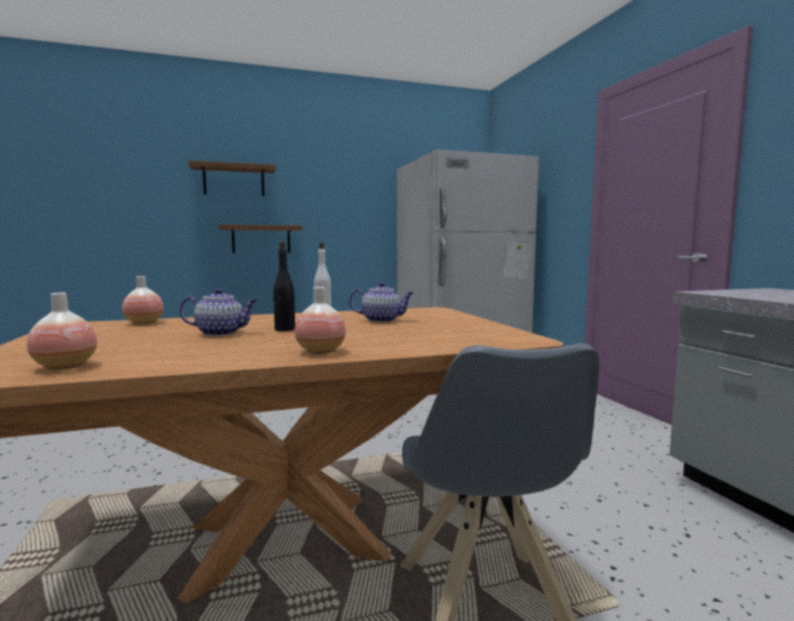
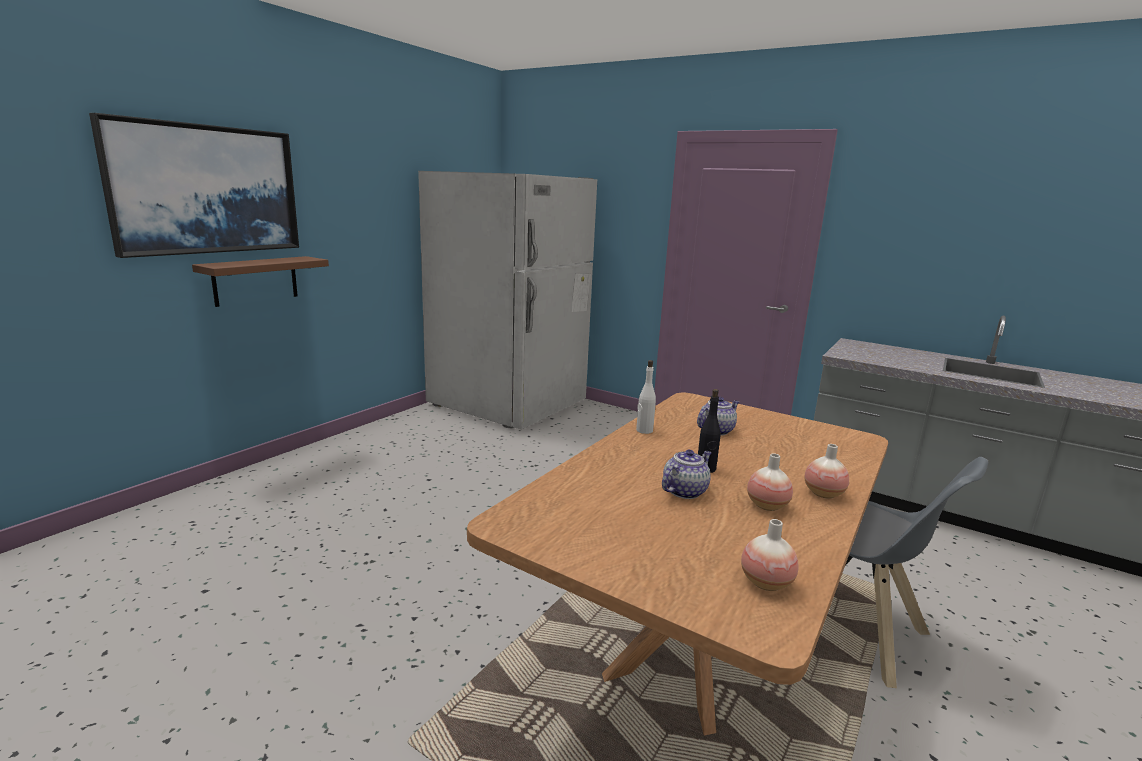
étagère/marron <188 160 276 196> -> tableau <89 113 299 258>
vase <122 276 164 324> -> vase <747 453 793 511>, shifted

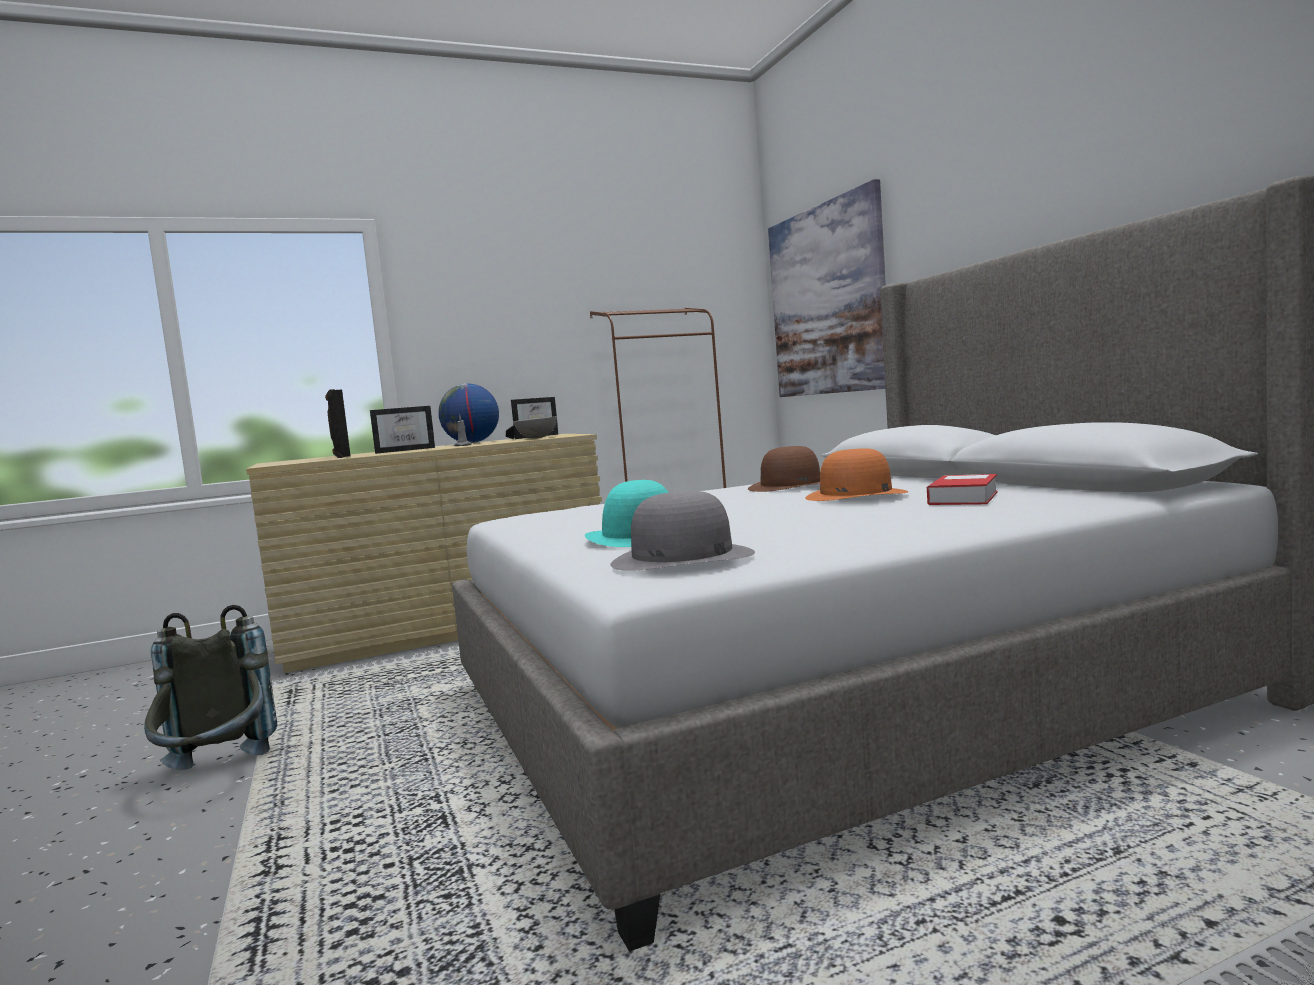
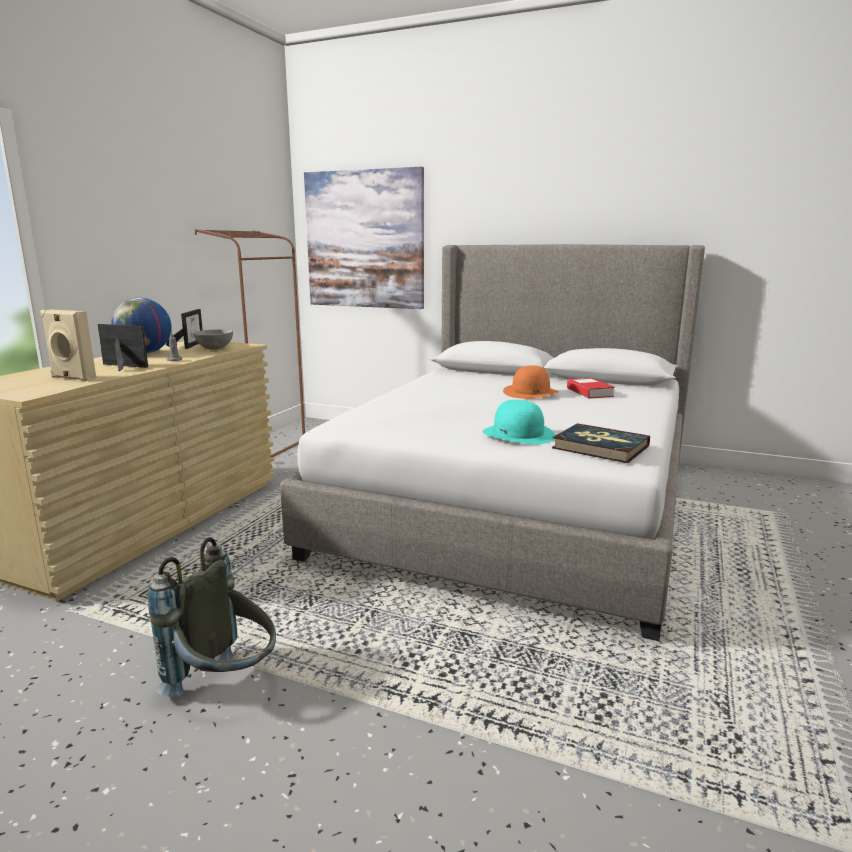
enceinte/noir <325 389 351 458> -> enceinte/beige <41 310 96 381>
cadre photo <370 406 435 454> -> cadre photo <97 324 148 371>, 90 degrees counterclockwise
chapeau/gris <610 491 755 571> -> livre <552 423 650 463>
chapeau/marron <748 446 820 492> -> none

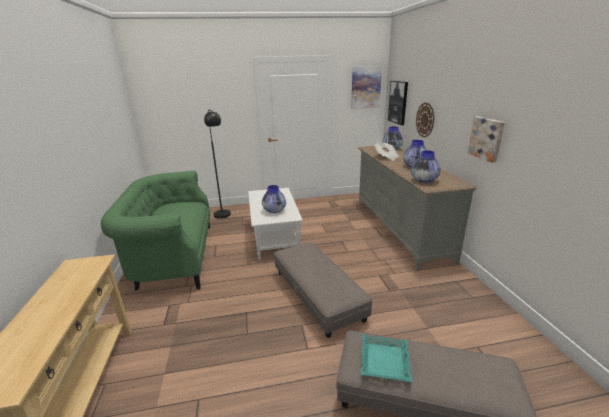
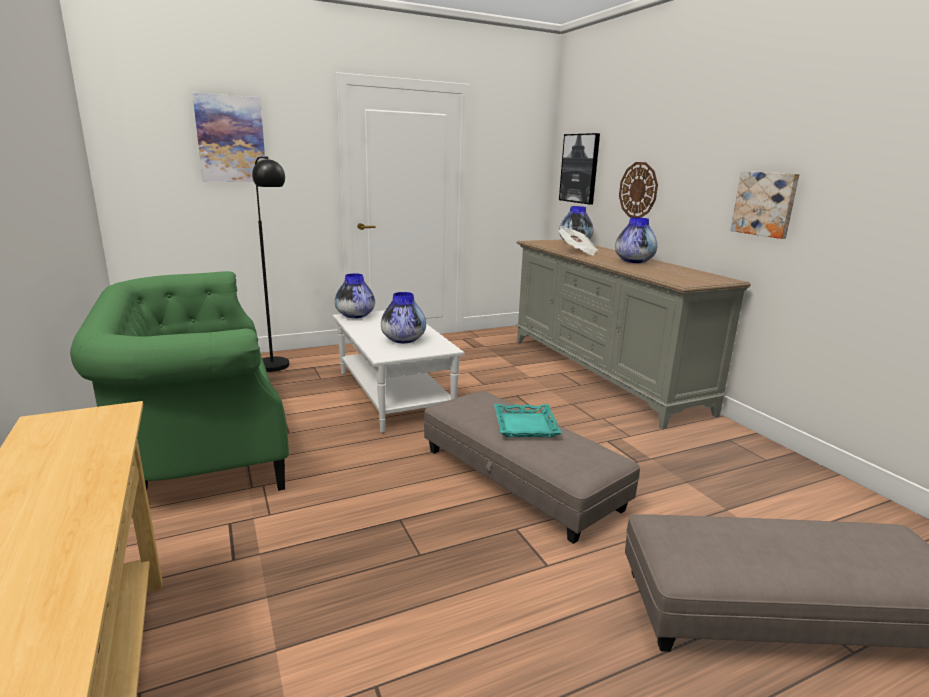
tableau <351 66 382 109> -> tableau <192 93 265 182>, shifted
vase <411 150 441 183> -> vase <335 273 375 318>, shifted
plateau/turquoise <361 335 412 382> -> plateau/turquoise <494 404 562 437>, shifted

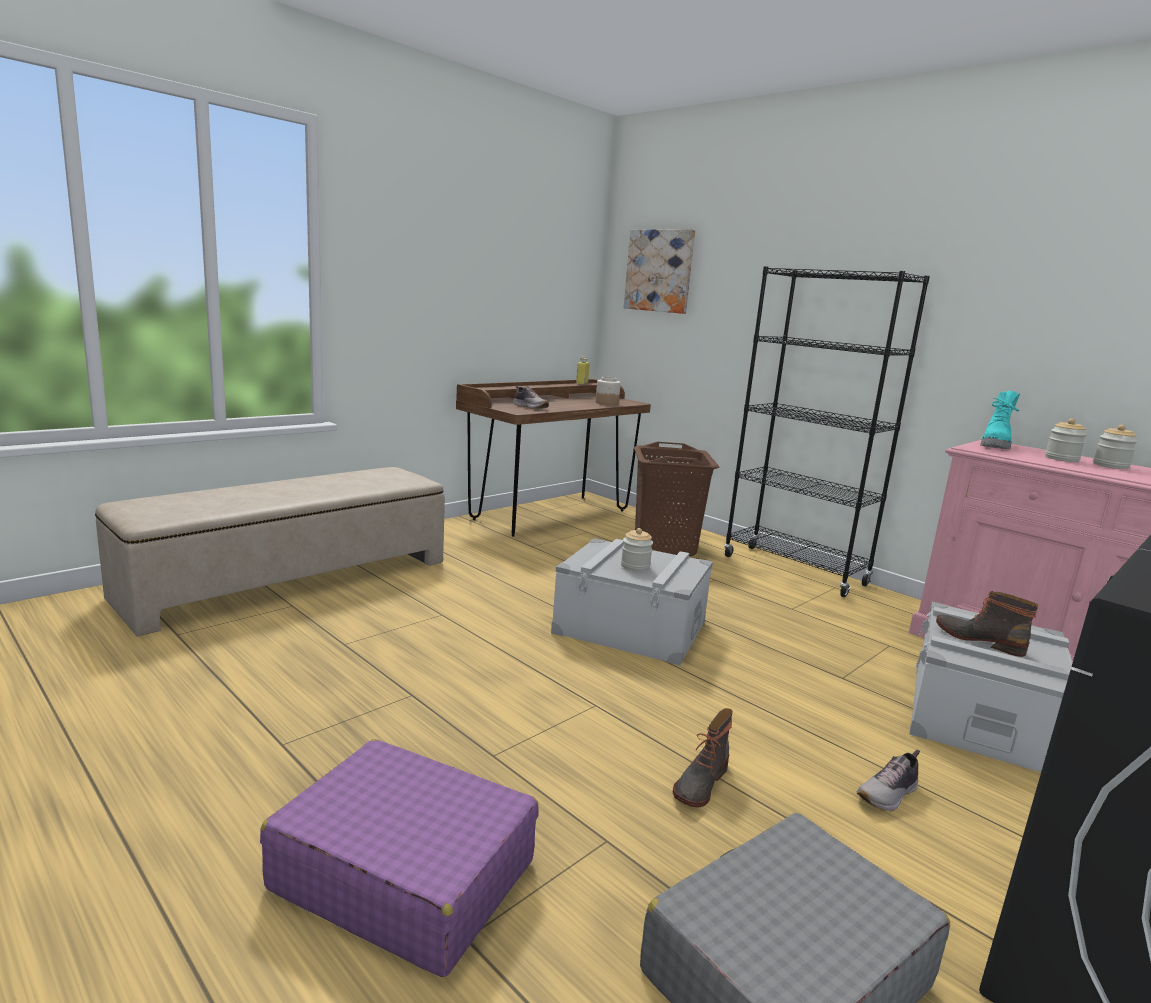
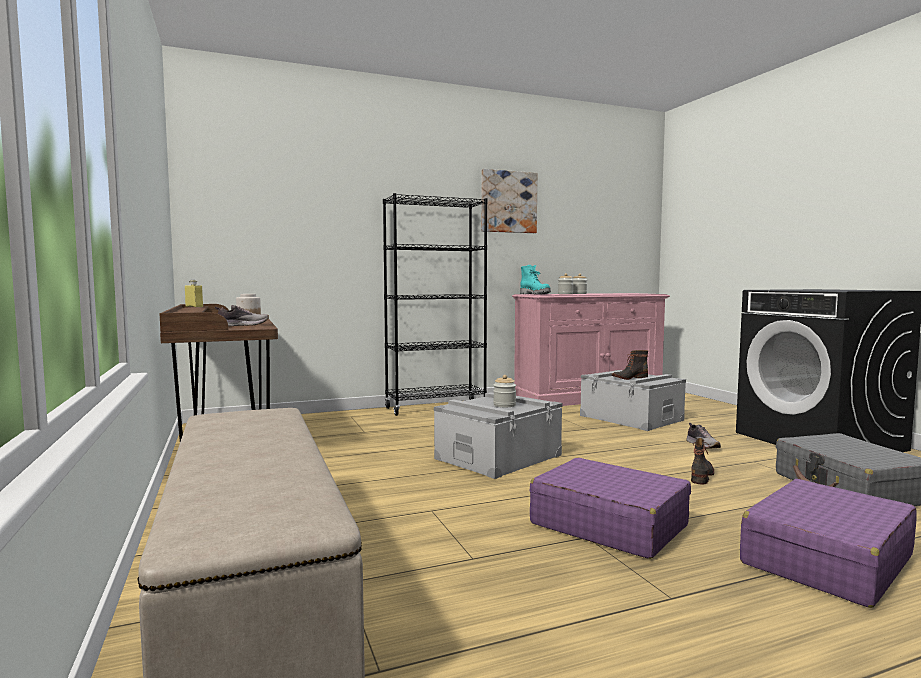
tableau <624 229 695 314> -> tableau <481 169 538 233>, shifted
none -> valise/violet <530 458 691 559>
botte <673 708 733 807> -> botte <691 438 714 485>, 120 degrees counterclockwise
panier à linge/marron <634 442 719 556> -> none

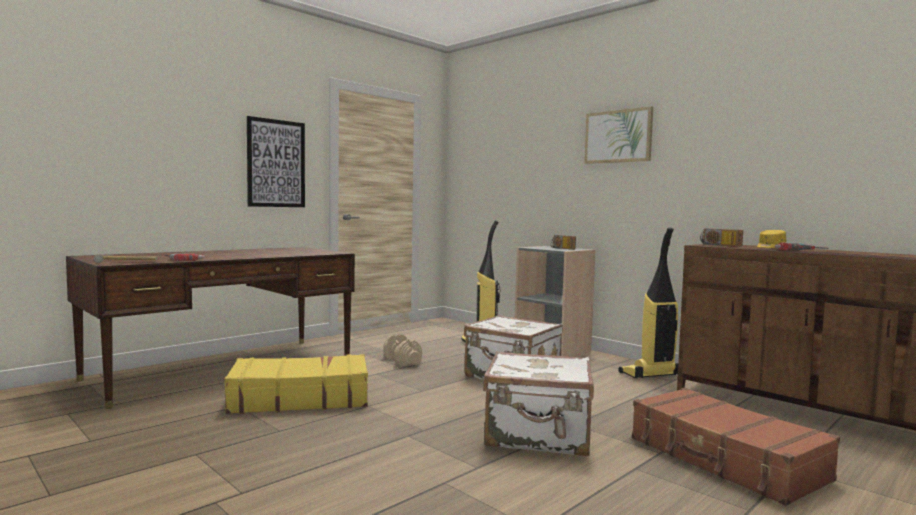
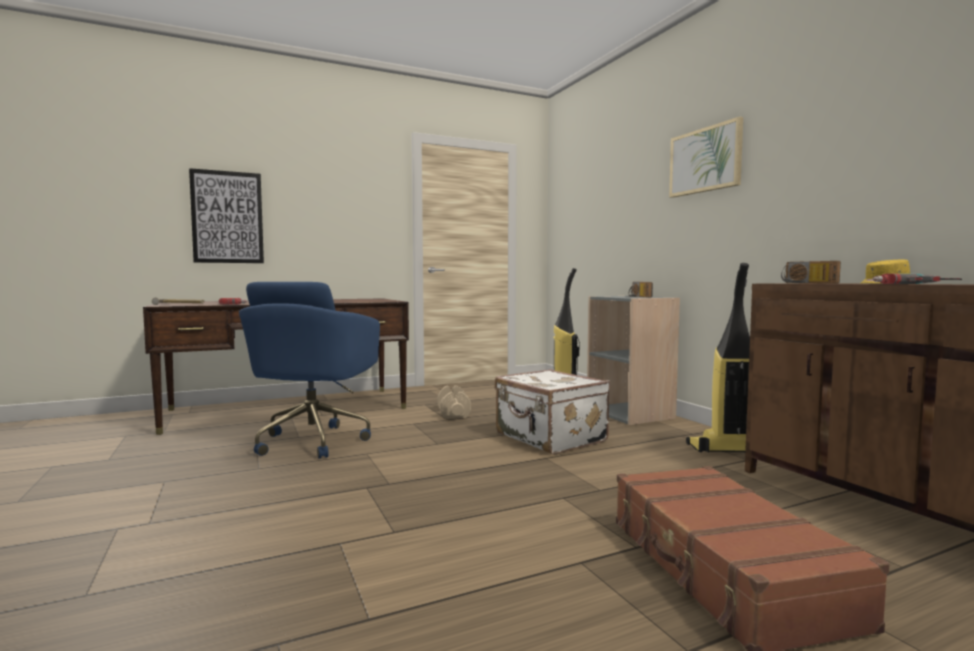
tableau <247 116 305 207> -> tableau <189 168 264 263>, shifted
valise/jaune <224 354 368 414> -> chaise de bureau/bleu <239 282 380 459>
valise/blanc <483 351 594 456> -> none

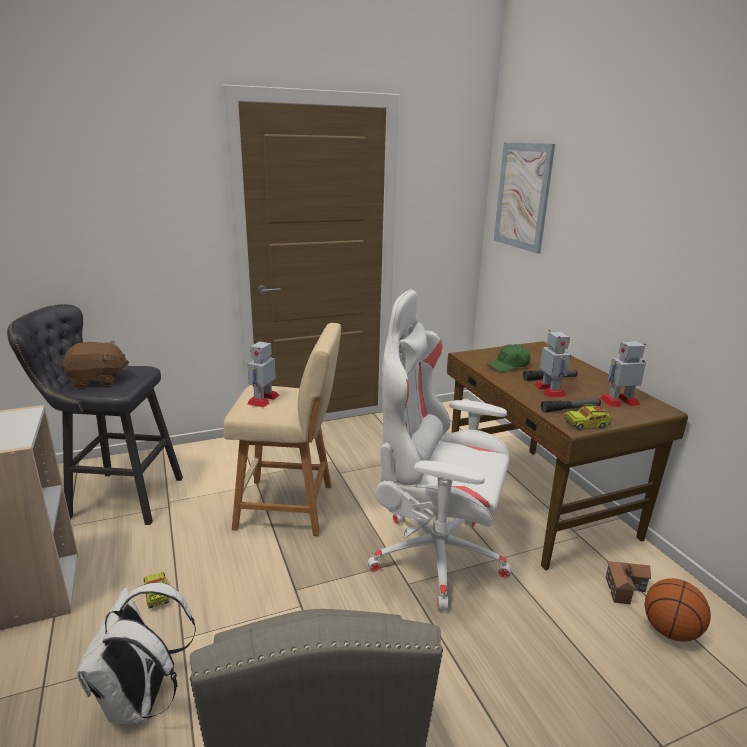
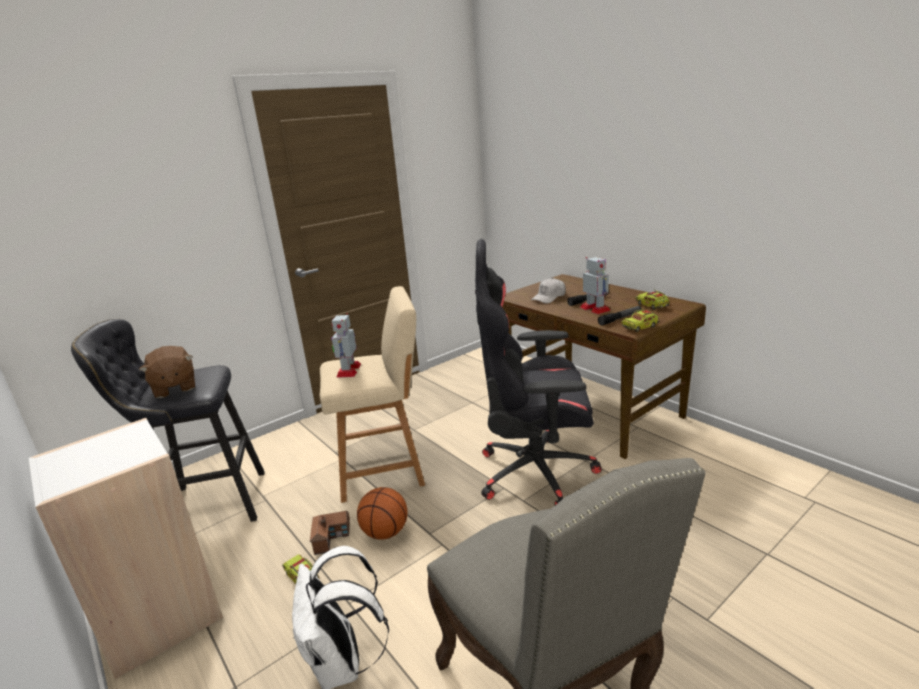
peluche/marron <63 341 129 387> -> peluche/marron <139 346 195 398>, 90 degrees clockwise
maison miniature <606 561 651 604> -> maison miniature <310 511 350 555>, shifted
ballon de basket <644 578 711 642> -> ballon de basket <357 487 408 540>, shifted
chaise de bureau/blanc <367 289 511 610> -> chaise de bureau/noir <475 238 602 505>
casquette/vert <487 344 530 372> -> casquette/blanc <531 278 566 304>
robot jouet <600 341 646 407> -> camion jouet <635 291 670 310>
tableau <494 143 555 254> -> none

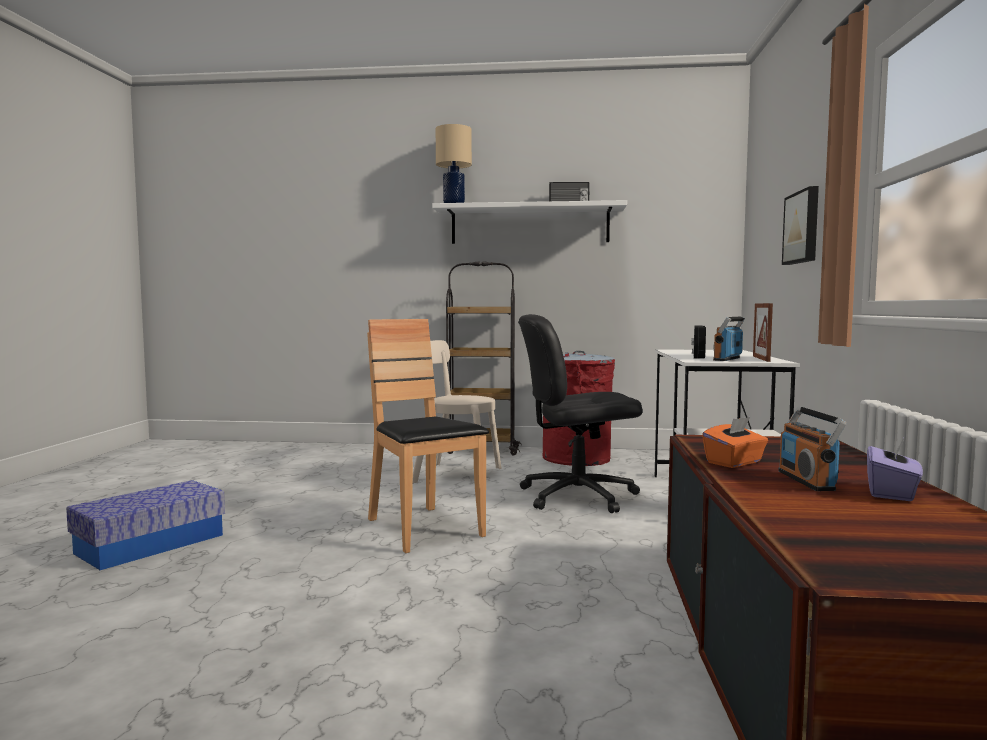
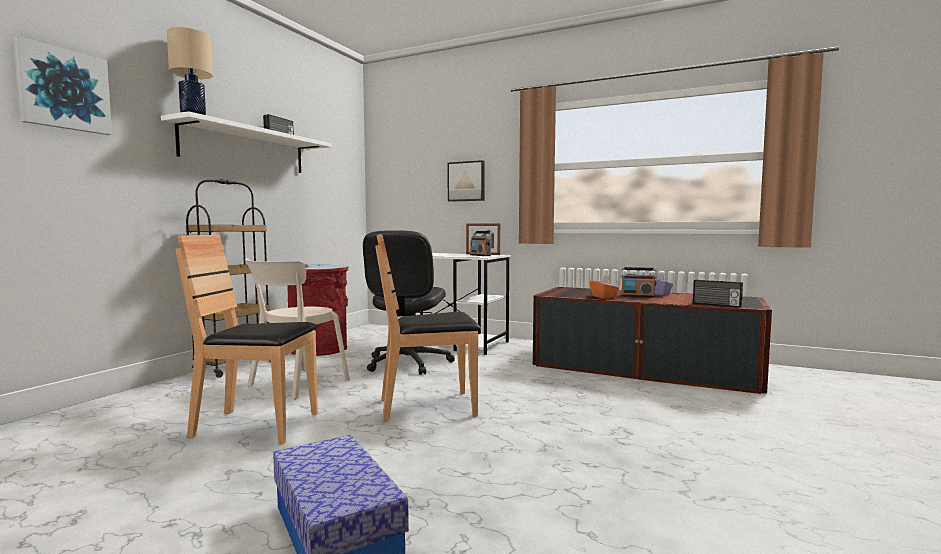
none -> tableau <13 36 112 135>
none -> chaise/marron <175 235 318 444>
radio <691 325 706 359> -> radio <693 279 743 308>, shifted

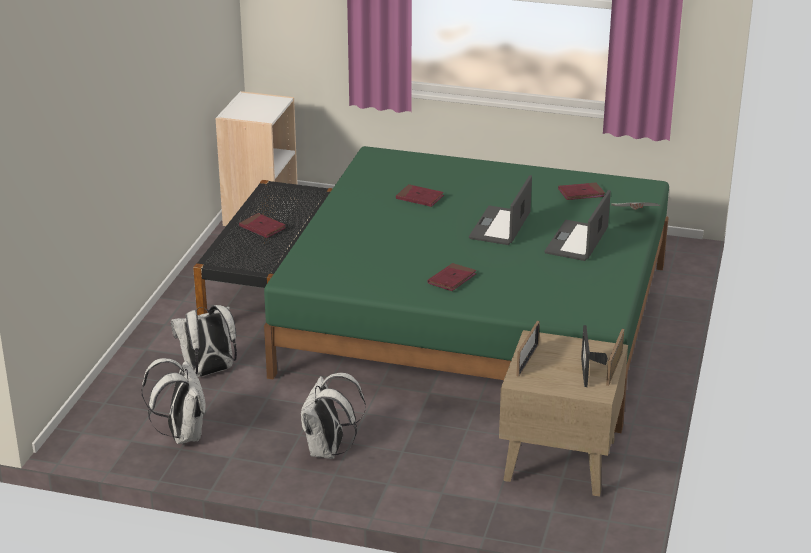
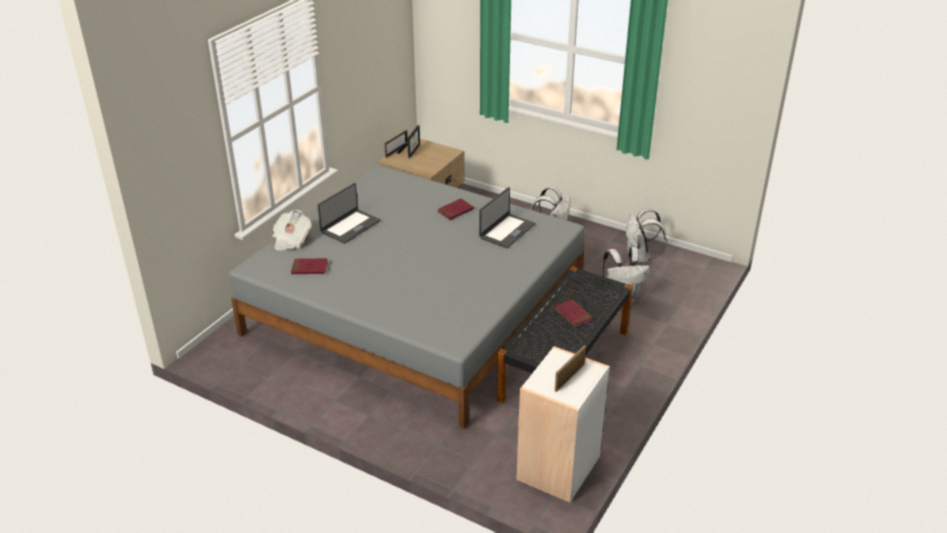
lit/vert <264 146 669 433> -> lit/gris <229 164 584 429>
ordinateur portable <469 175 532 245> -> ordinateur portable <479 187 535 248>, shifted
cadre photo <516 321 540 377> -> cadre photo <555 345 586 392>, shifted
livre/rouge <396 184 444 207> -> none

